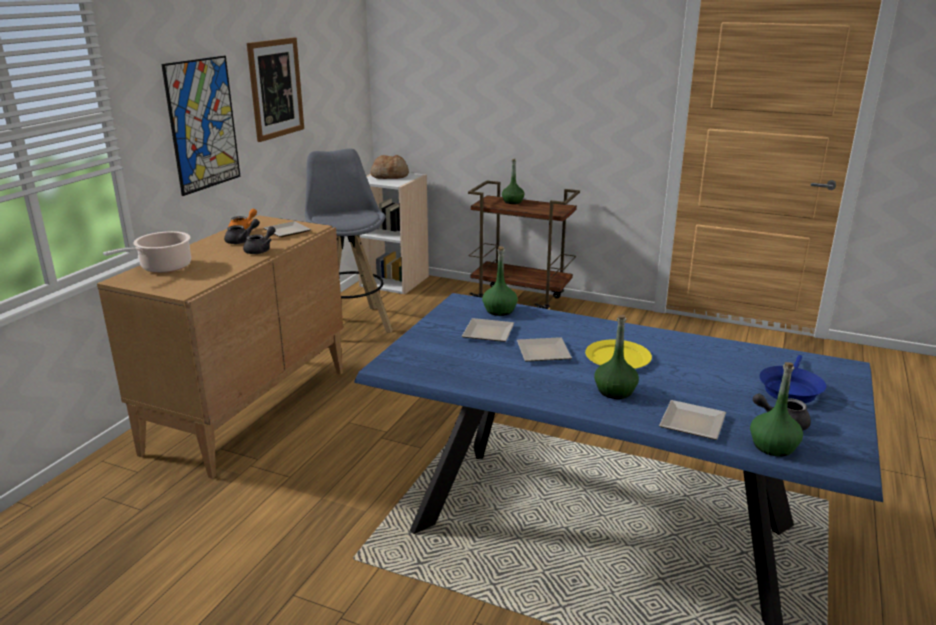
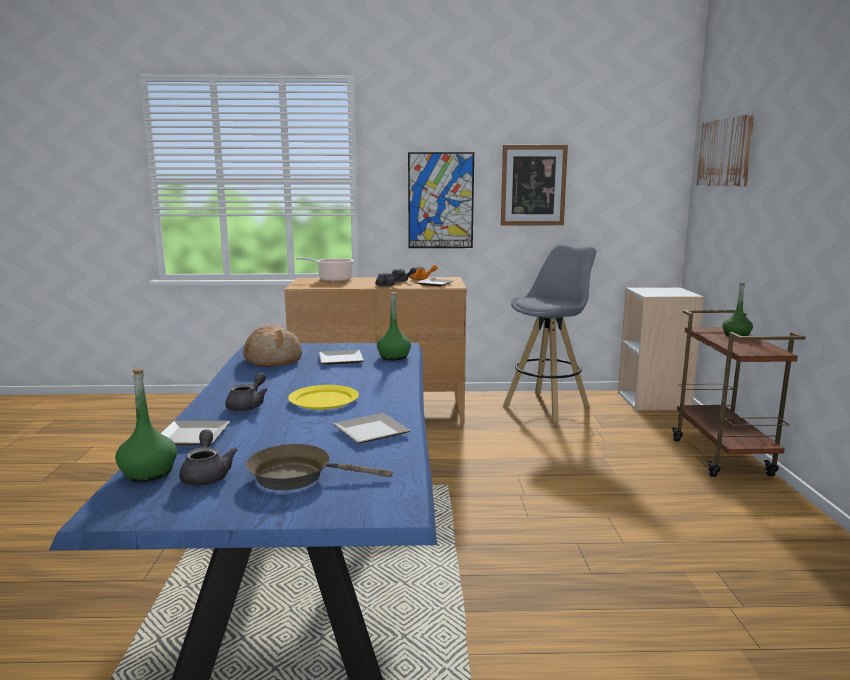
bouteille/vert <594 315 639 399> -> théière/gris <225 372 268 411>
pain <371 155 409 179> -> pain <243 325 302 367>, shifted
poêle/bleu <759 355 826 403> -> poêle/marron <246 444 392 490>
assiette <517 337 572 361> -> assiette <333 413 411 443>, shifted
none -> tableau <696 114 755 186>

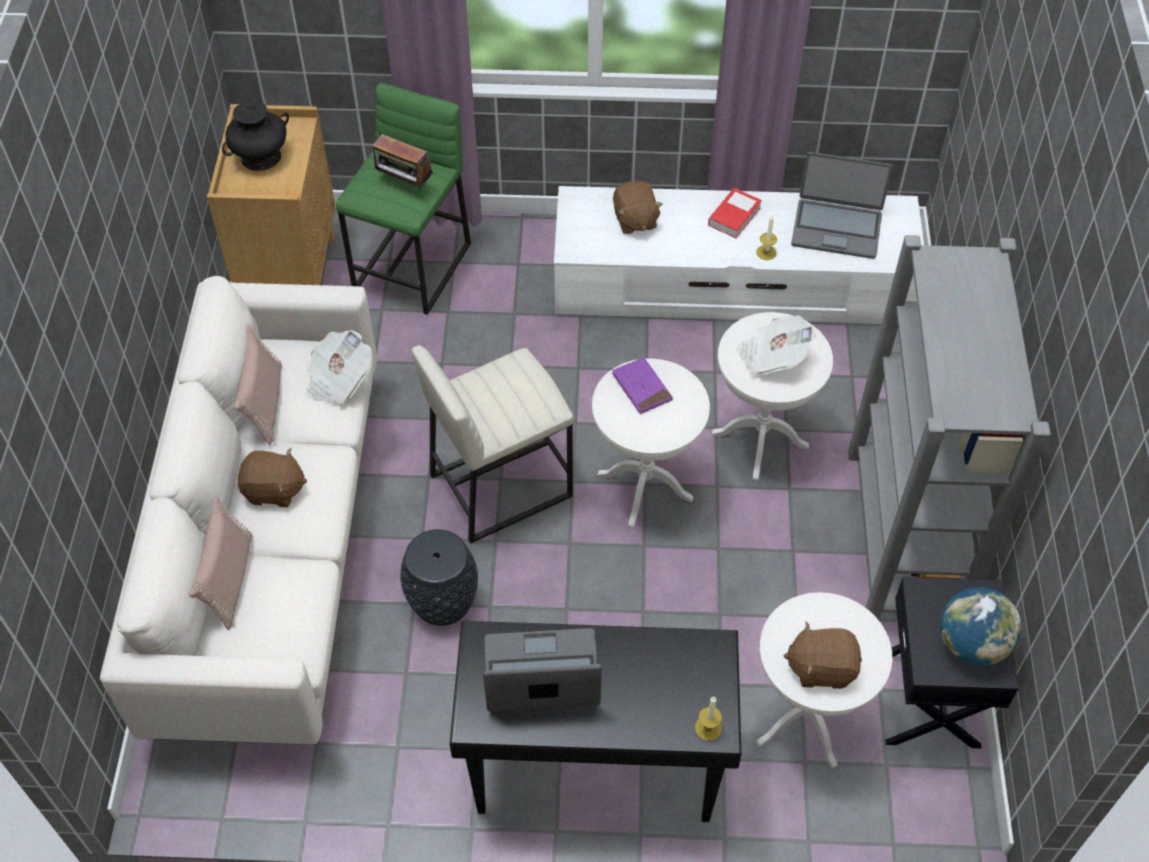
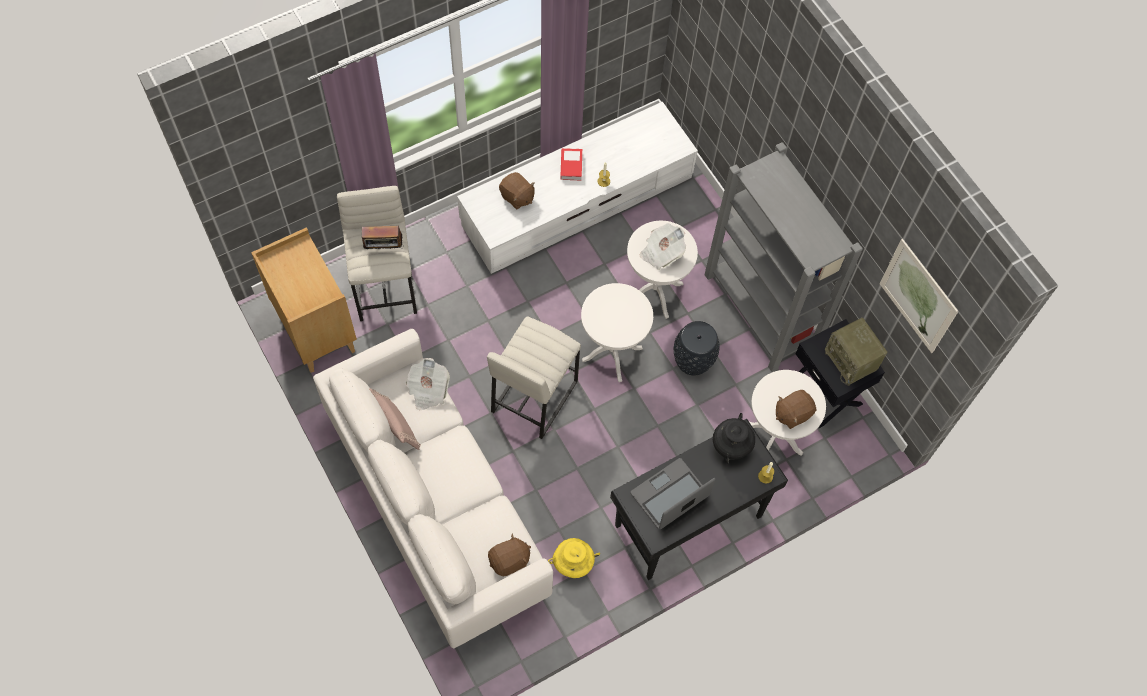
tabouret/vert <336 83 471 315> -> tabouret/beige <337 186 417 321>
peluche/marron <238 448 307 507> -> peluche/marron <488 534 531 576>, shifted
none -> vase/jaune <548 538 600 578>
tabouret/noir <400 529 478 626> -> tabouret/noir <674 321 720 376>, shifted
vase/noir <222 100 289 171> -> vase/noir <713 413 755 464>, shifted
globe <941 587 1021 665> -> radio <825 318 887 386>
none -> tableau <880 239 958 353>
coussin/beige <189 496 253 630> -> none
livre/violet <612 357 673 414> -> none
ordinateur portable <791 152 893 259> -> none

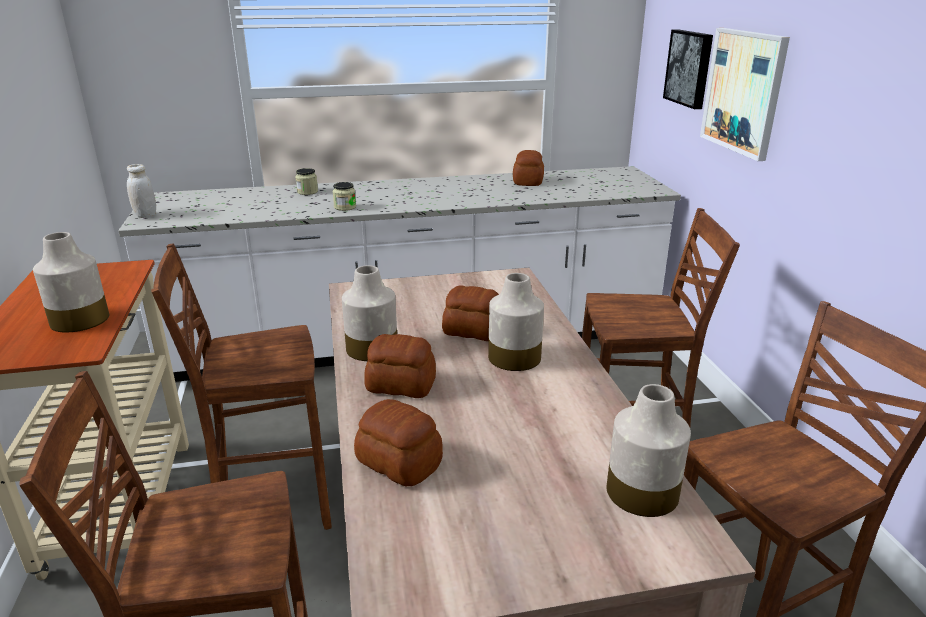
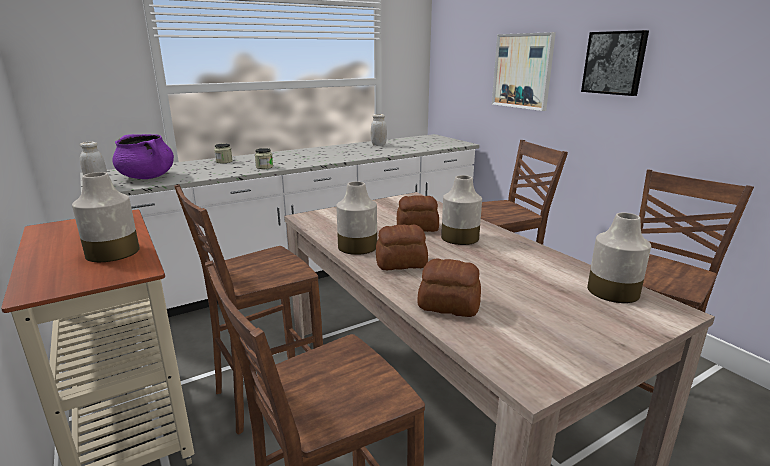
none -> marmite/violet <112 134 174 179>
pain <513 150 544 186> -> bocal/blanc <371 114 387 146>
tableau <663 29 713 109> -> tableau <581 30 649 96>, shifted

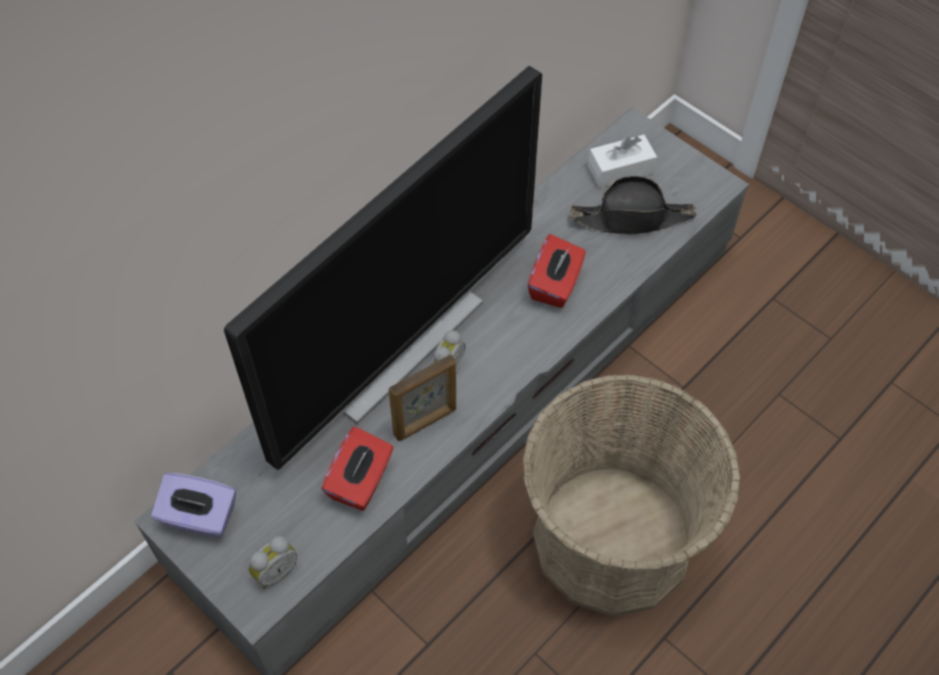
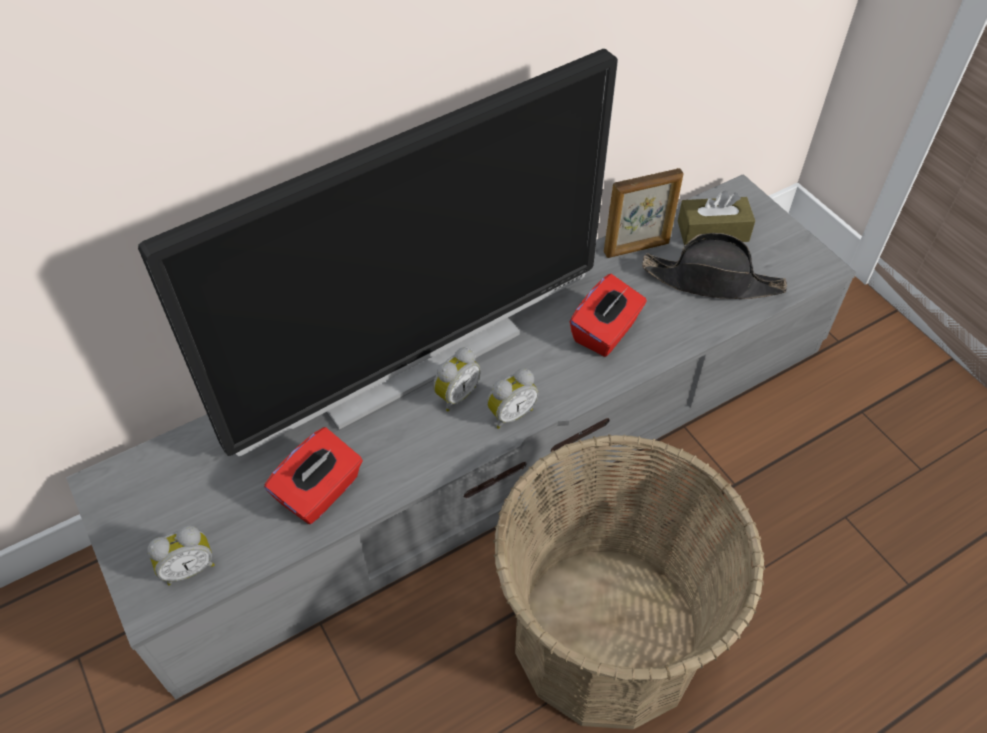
none -> réveil <487 368 538 429>
cadre photo <389 354 456 441> -> cadre photo <604 168 683 258>, shifted
boîte à mouchoirs/blanc <588 135 657 188> -> boîte à mouchoirs/marron <678 190 755 245>
boîte à mouchoirs/violet <151 473 236 538> -> none

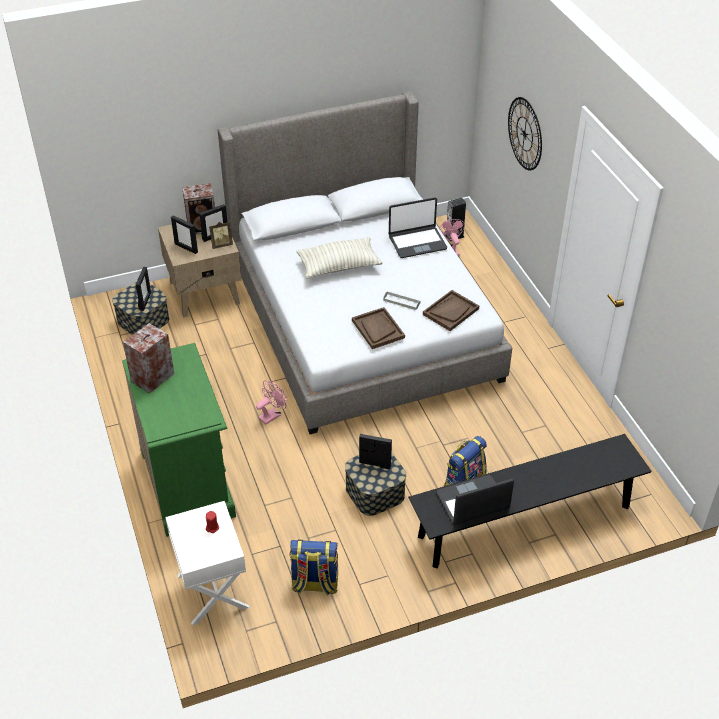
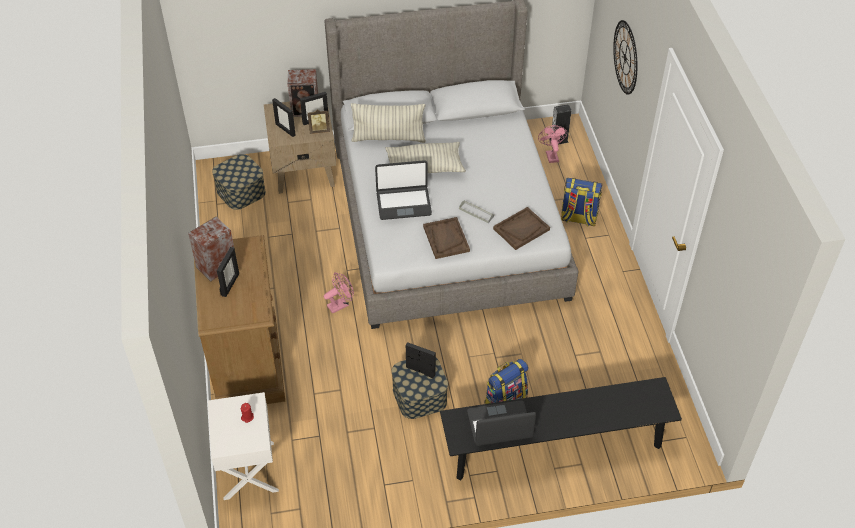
commode/vert <122 343 236 537> -> commode/marron <194 235 285 404>
cadre photo <136 267 151 311> -> cadre photo <217 247 239 297>, shifted
none -> coussin <351 103 426 143>
ordinateur portable <389 197 447 258> -> ordinateur portable <375 160 432 220>, shifted
sac à dos <290 540 338 596> -> sac à dos <561 178 603 227>, shifted

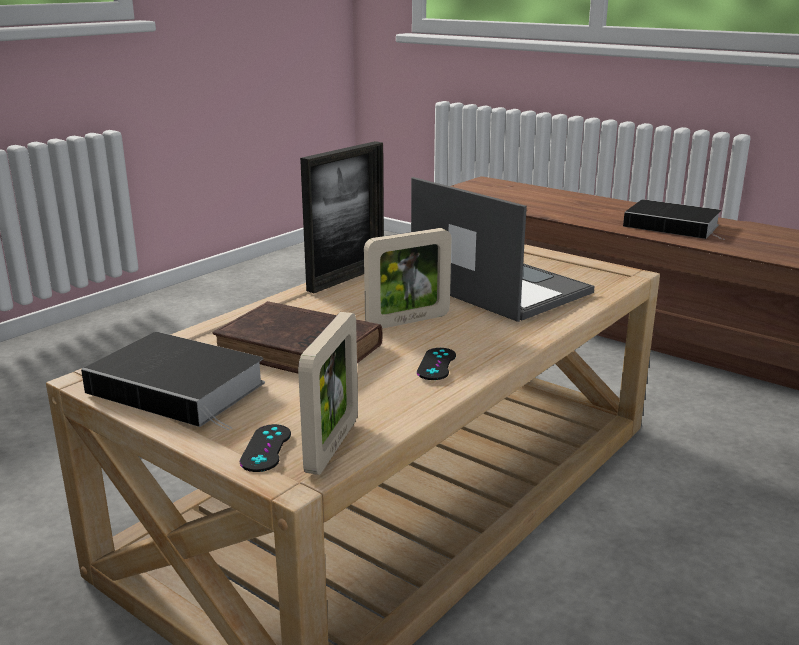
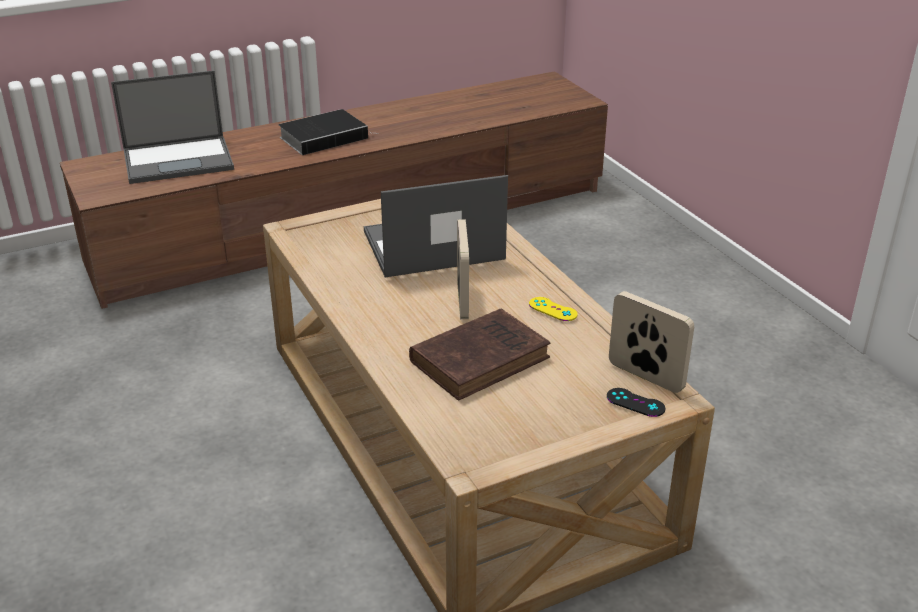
none -> ordinateur portable <111 70 234 184>
manette/noir <417 348 456 380> -> manette/jaune <529 297 578 321>
livre <81 332 265 430> -> none
cadre photo <300 141 384 293> -> none

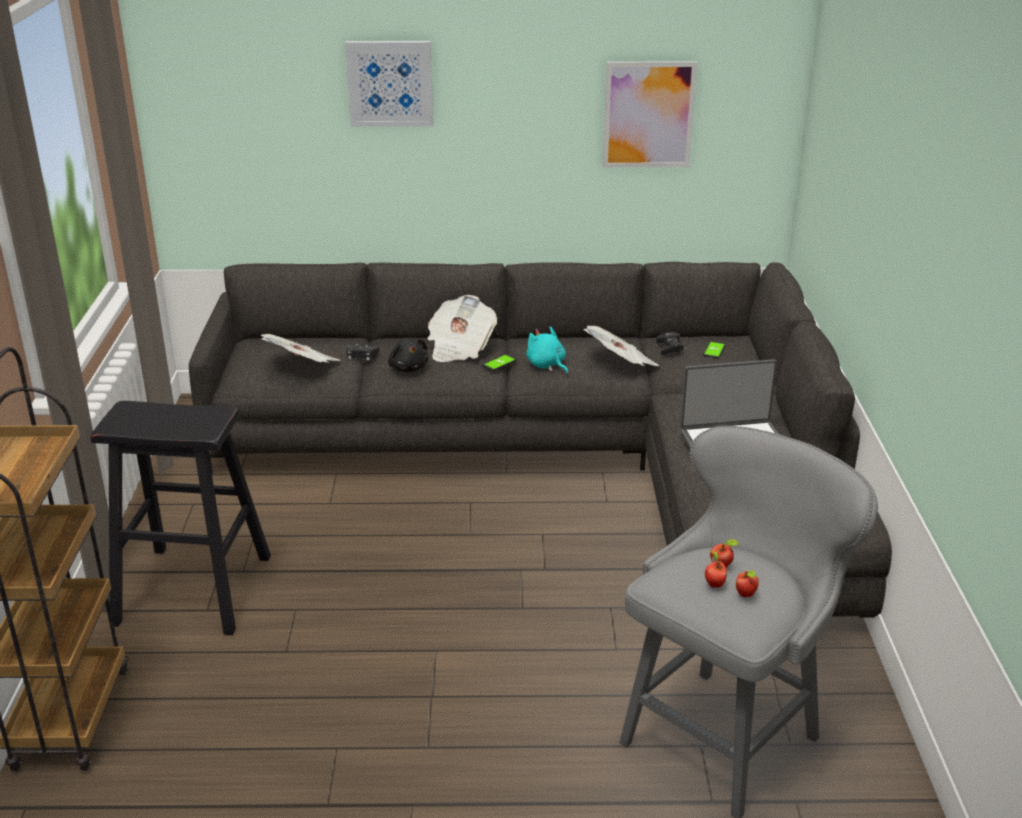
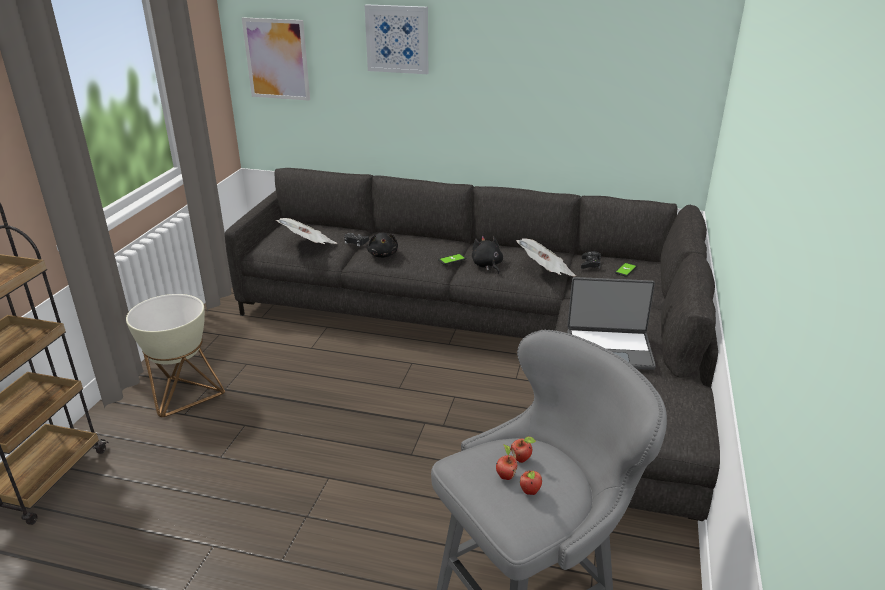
tabouret/noir <91 401 271 635> -> cache-pot <126 294 225 417>
tableau <603 61 697 167> -> tableau <242 17 310 101>, shifted
peluche/turquoise <526 326 568 374> -> peluche/noir <472 236 503 274>
journal <428 295 497 362> -> none

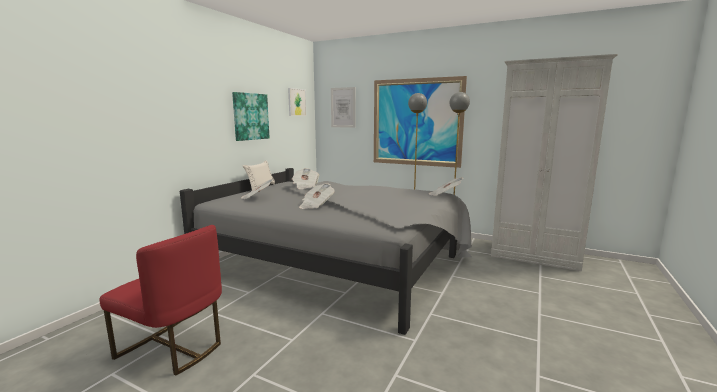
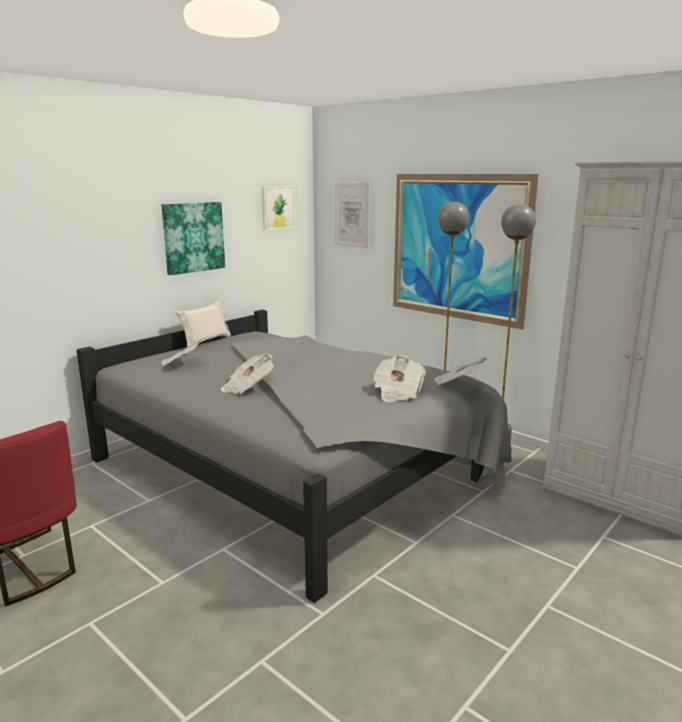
journal <292 168 319 189> -> journal <373 355 426 402>, shifted

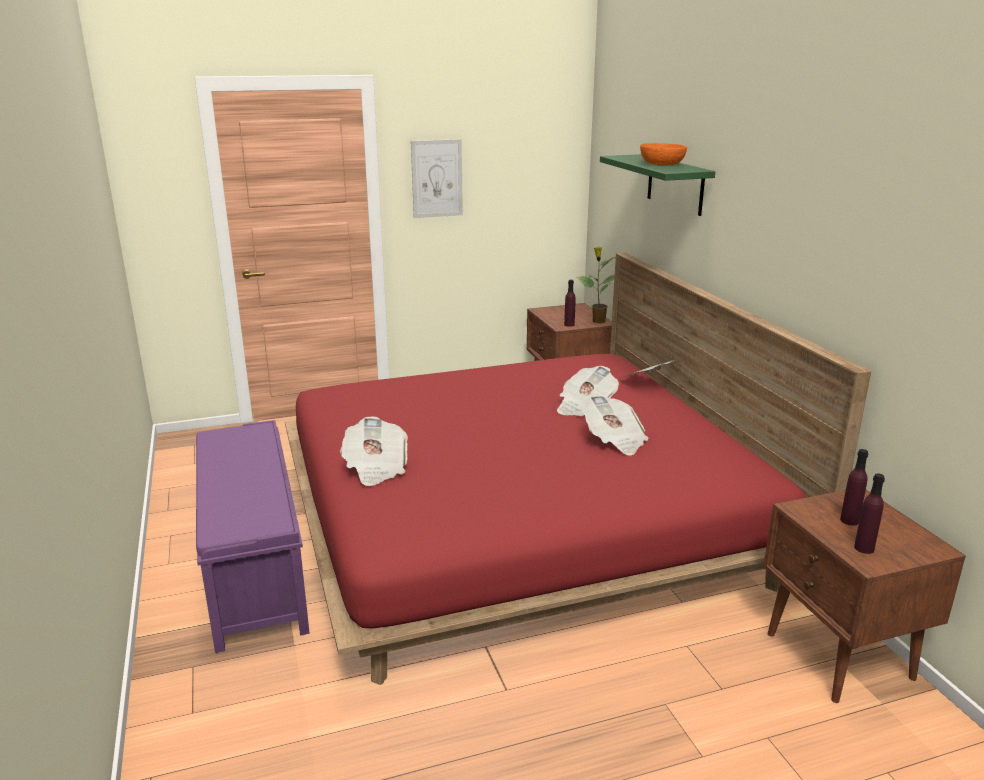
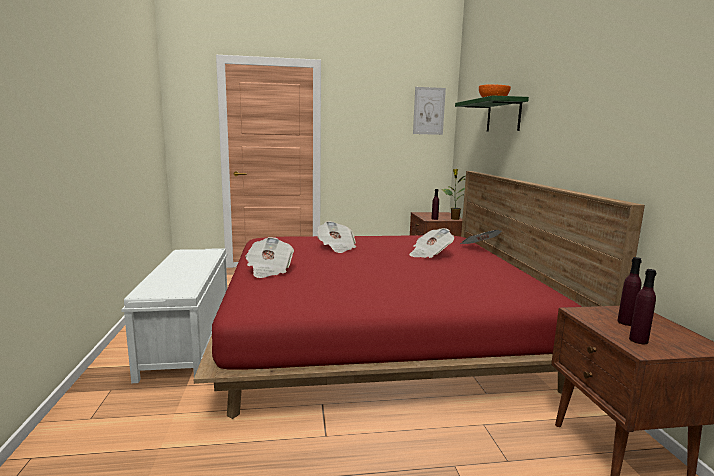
banc/violet <196 420 310 653> -> banc/blanc <121 248 227 383>
journal <583 395 649 456> -> journal <318 221 356 253>, shifted
tableau <411 139 463 218> -> tableau <413 87 446 135>, shifted

